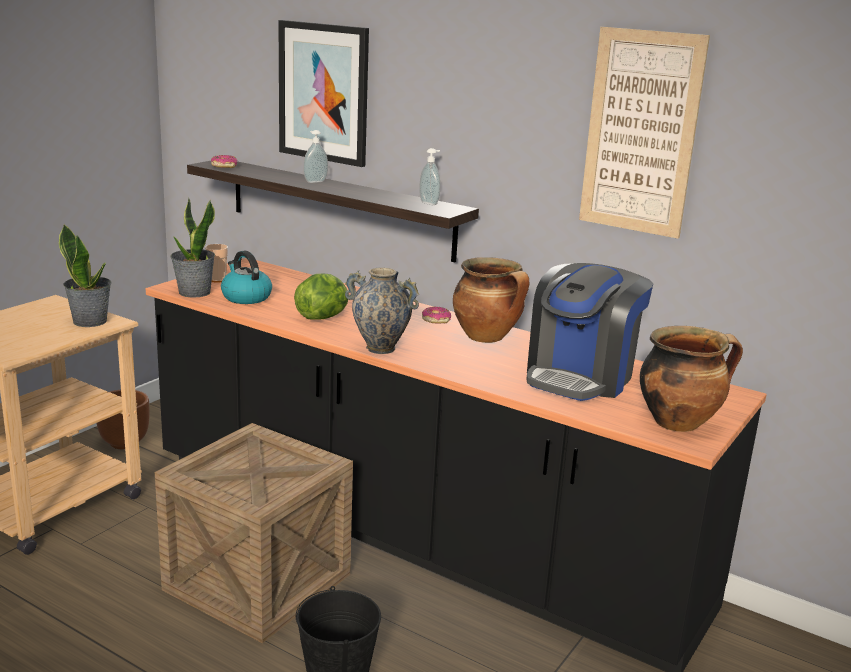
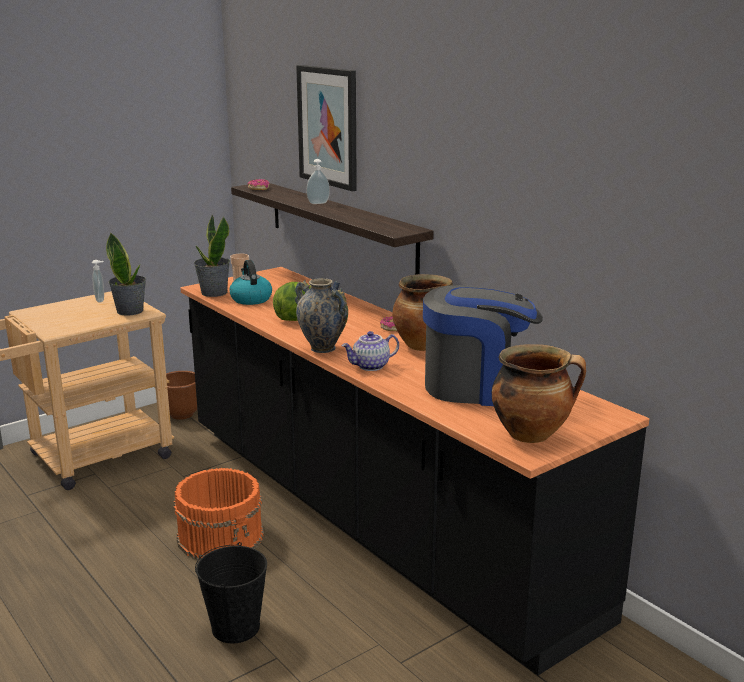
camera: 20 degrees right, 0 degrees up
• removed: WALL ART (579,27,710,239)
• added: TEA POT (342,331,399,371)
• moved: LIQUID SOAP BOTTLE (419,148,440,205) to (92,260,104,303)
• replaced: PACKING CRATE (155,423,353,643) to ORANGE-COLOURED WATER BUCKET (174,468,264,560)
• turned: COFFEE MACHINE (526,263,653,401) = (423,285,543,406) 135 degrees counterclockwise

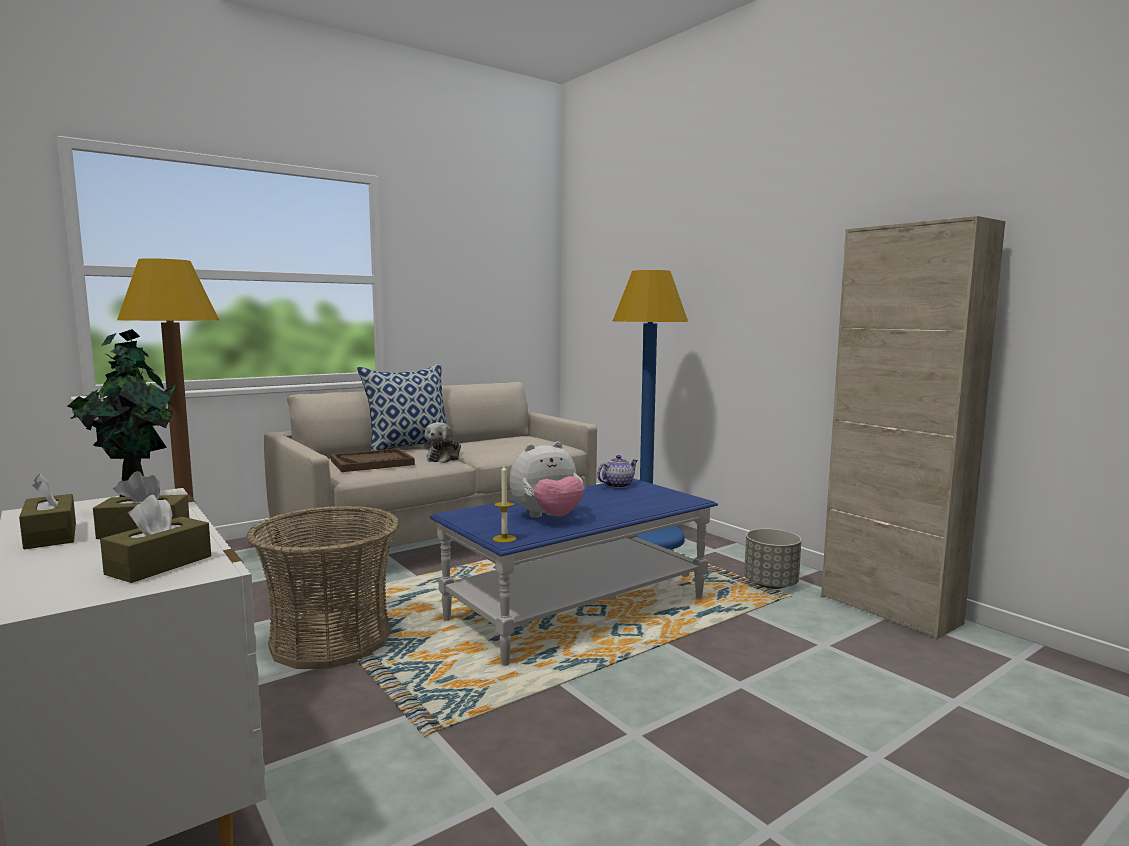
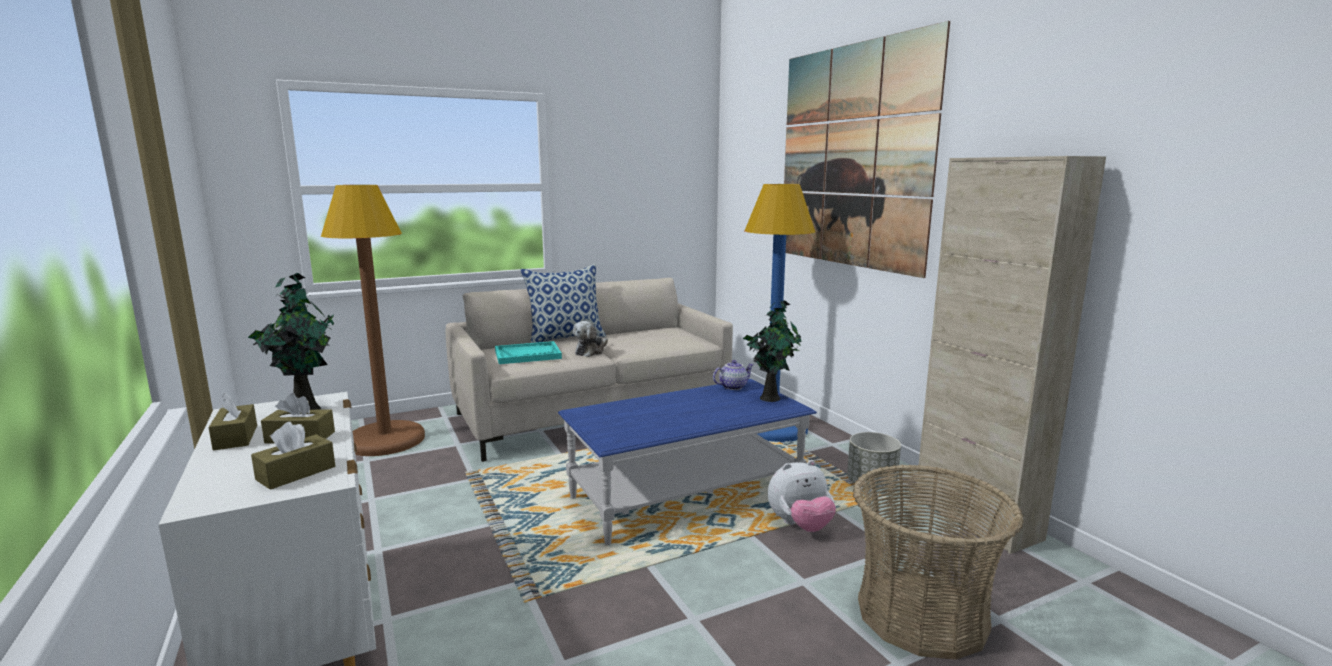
camera: 10 degrees right, 5 degrees up
• removed: CANDLE (493,465,516,543)
• added: POTTED PLANT (743,301,802,402)
• added: WALL ART (784,21,950,278)
• moved: BASKET (246,506,399,669) to (852,465,1024,660)
• moved: PLUSH TOY (510,442,585,518) to (768,460,836,532)
• recoloured: BROWN-COLOURED TRAY (331,448,415,472) to TURQUOISE-COLOURED TRAY (495,341,562,364)

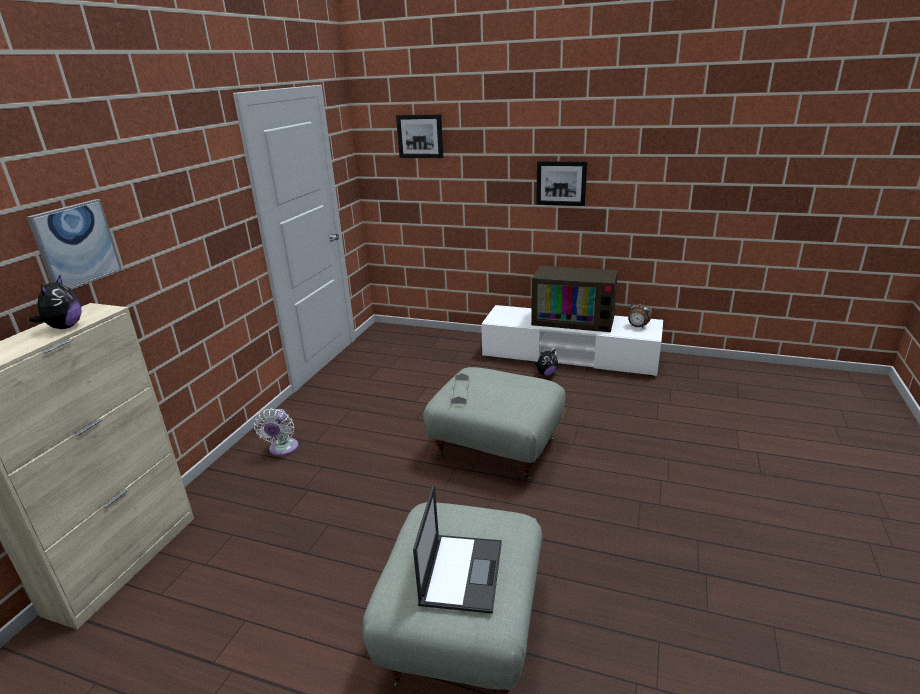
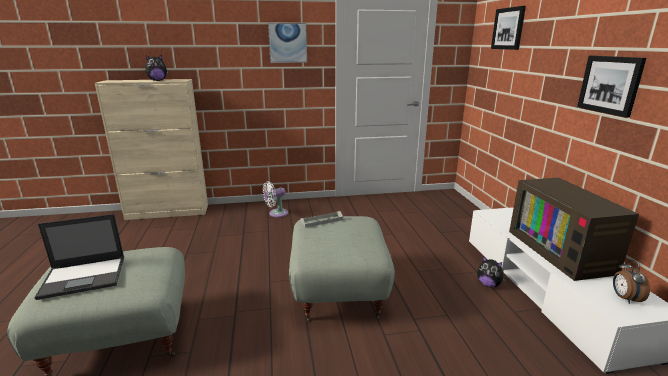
camera: 60 degrees right, 5 degrees down
• moved: WALL ART (27,199,122,289) to (268,23,307,63)

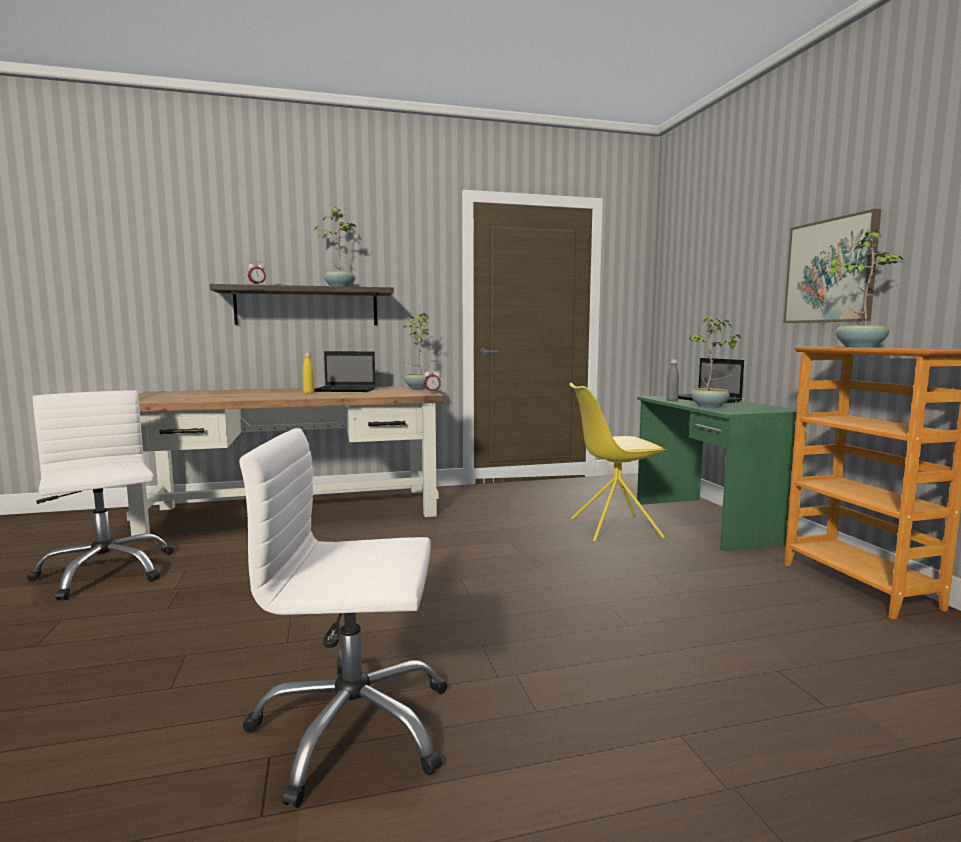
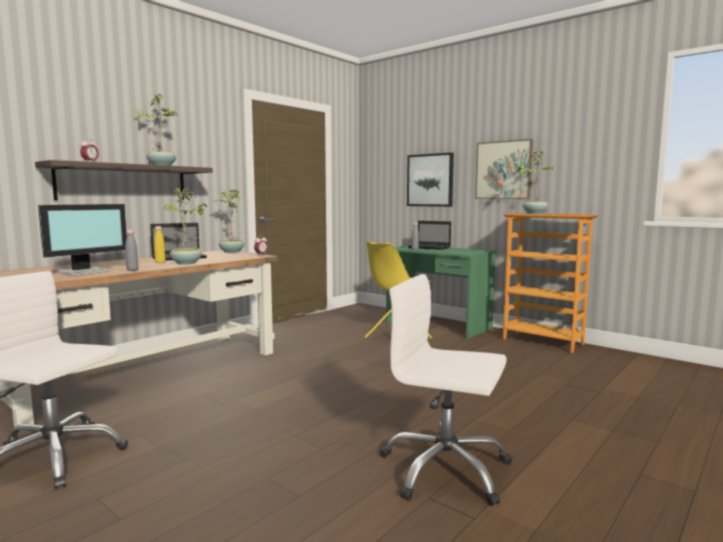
camera: 35 degrees left, 0 degrees up
• added: COMPUTER SCREEN (38,204,127,276)
• added: GREYISH BEVERAGE BOTTLE (125,229,138,271)
• added: WALL ART (407,152,454,207)
• moved: POTTED PLANT (689,316,741,408) to (164,188,207,265)
• turned: WHITE OFFICE CHAIR (239,428,447,808) = (380,274,512,506) 60 degrees clockwise

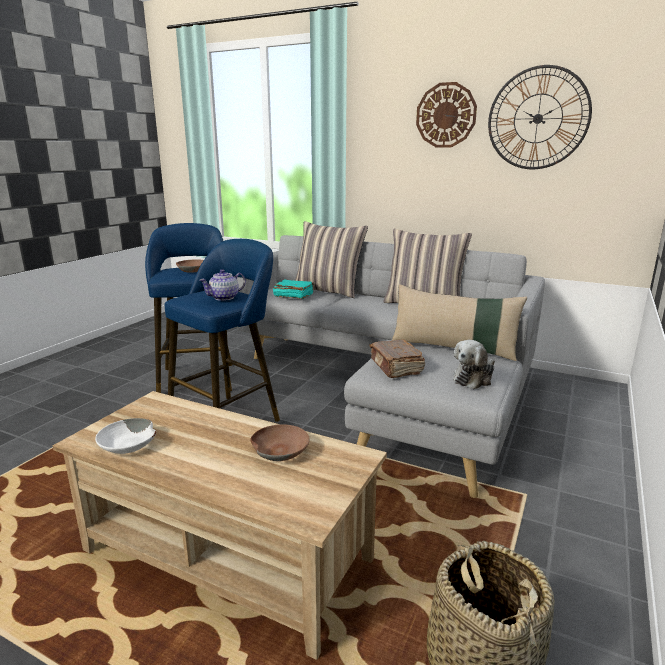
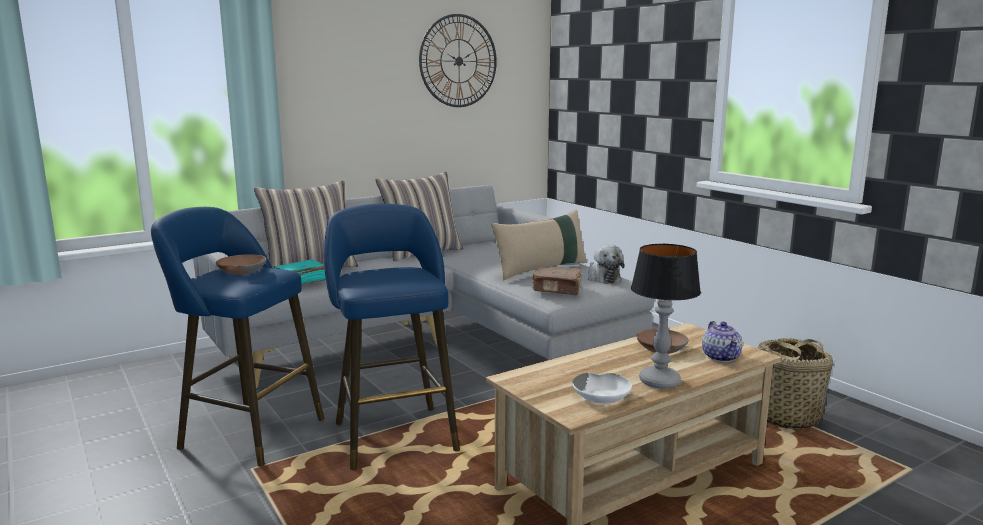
camera: 60 degrees left, 5 degrees down
• removed: WALL CLOCK (416,82,477,148)
• added: TABLE LAMP (631,244,701,389)
• moved: TEA POT (199,269,246,301) to (702,321,743,362)

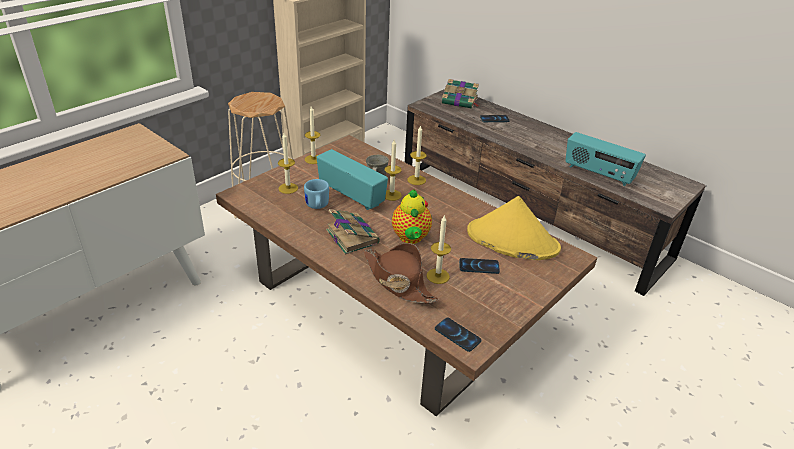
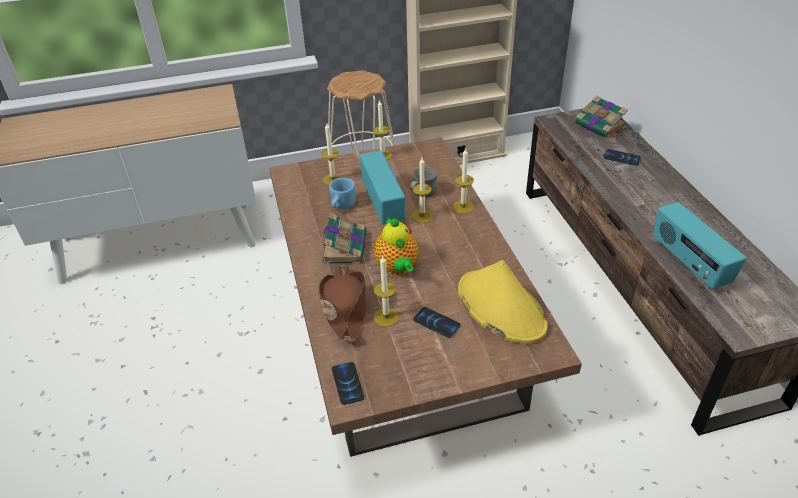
camera: 35 degrees right, 5 degrees up
• turned: TEA POT (392,189,432,244) = (374,218,418,275) 45 degrees counterclockwise

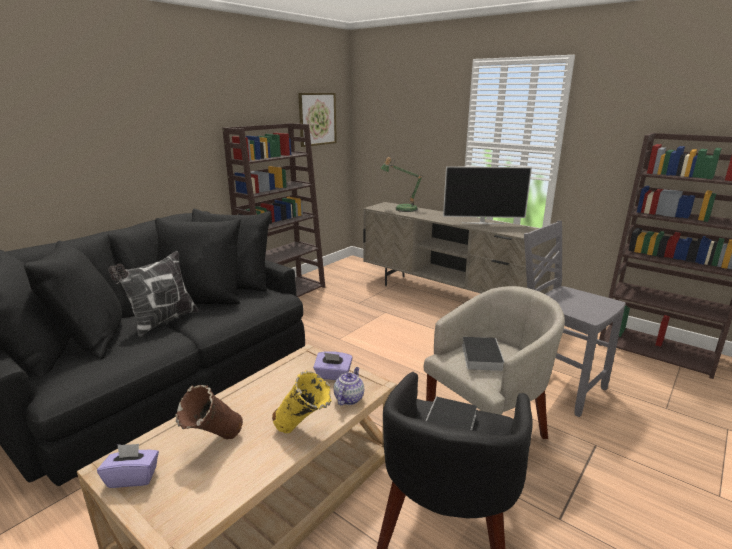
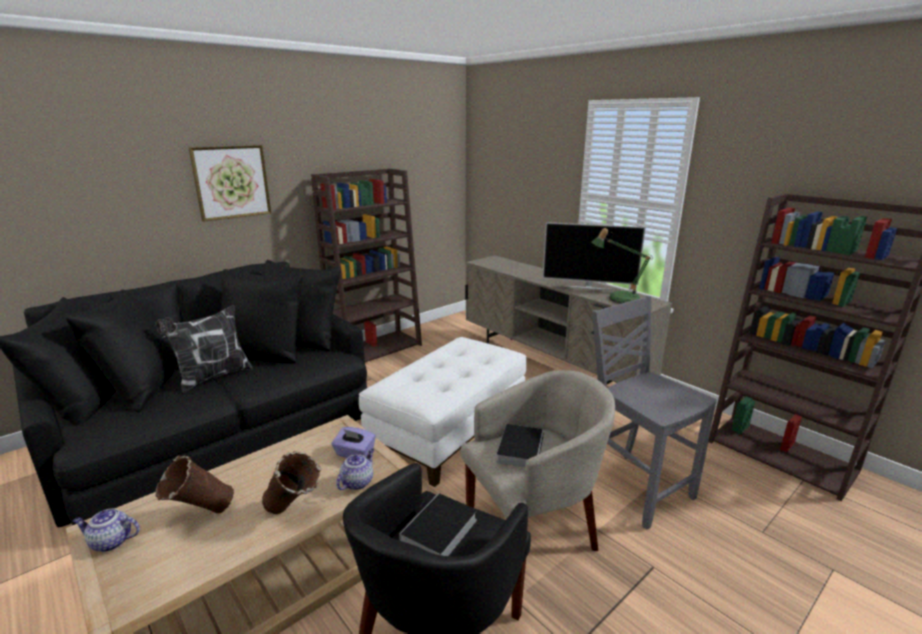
camera: 10 degrees right, 0 degrees up
• added: WHITE OTTOMAN (359,337,526,487)
• moved: WALL ART (298,93,337,147) to (189,145,271,222)
• moved: TABLE LAMP (380,157,424,212) to (592,228,653,304)
• replaced: PURPLE TISSUE HOLDER (97,444,159,488) to TEA POT (73,508,140,552)
• recoloured: YELLOW-COLOURED DECORATIVE VASE (272,370,332,433) to BROWN-COLOURED DECORATIVE VASE (262,451,321,514)

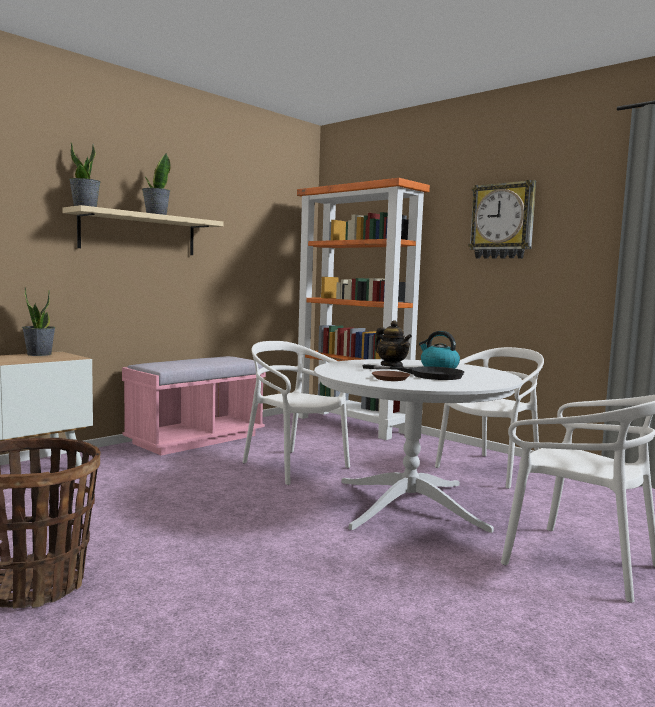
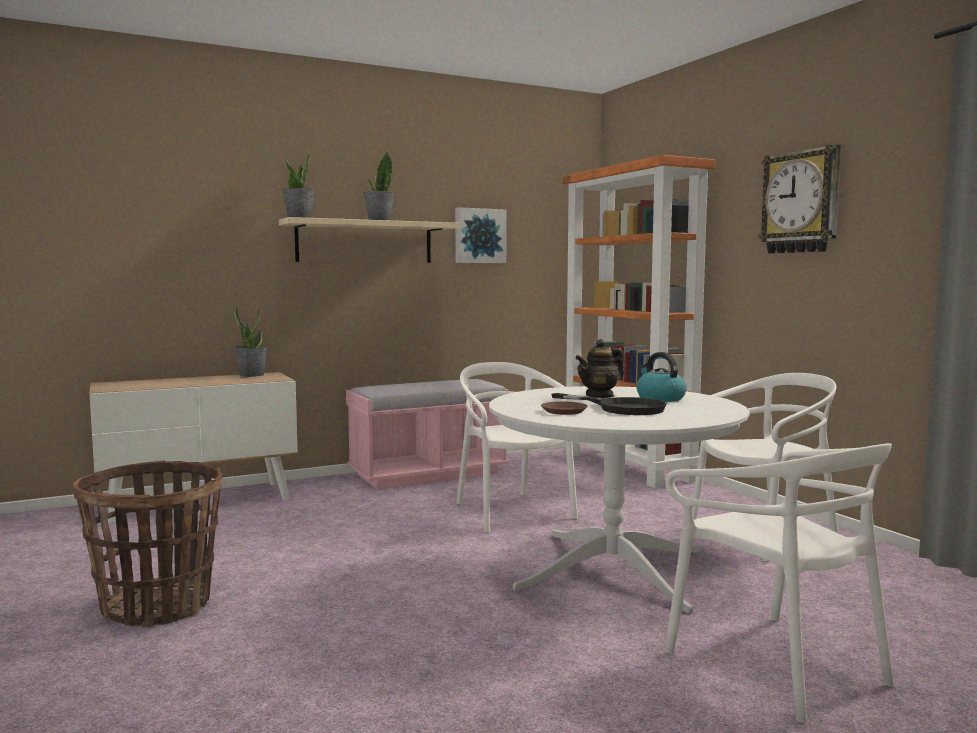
camera: 20 degrees right, 0 degrees up
• added: WALL ART (455,207,506,263)
• turned: TEA POT (375,320,412,367) = (576,339,624,398) 75 degrees clockwise

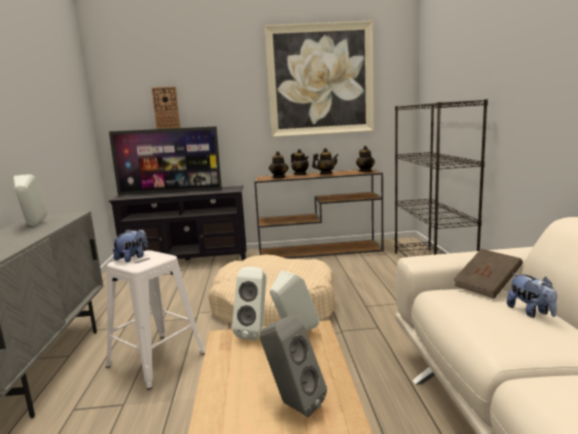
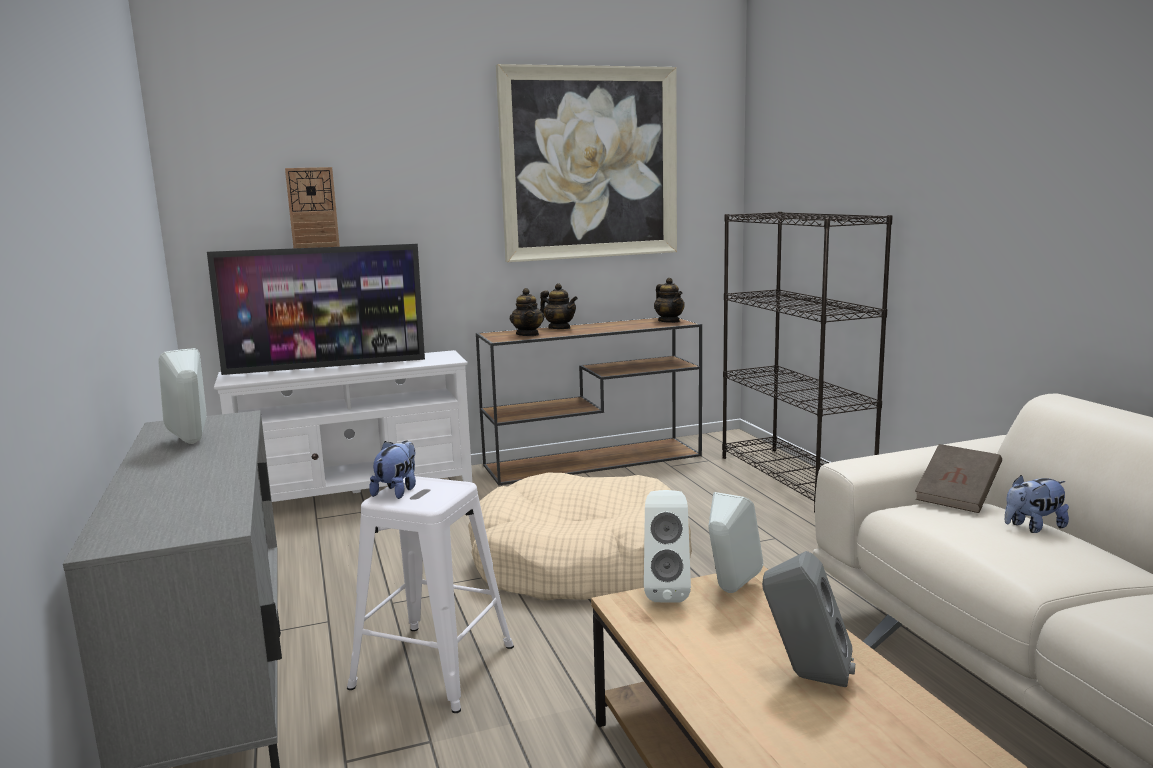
camera: 15 degrees left, 0 degrees up
• removed: TEA POT (312,148,338,174)
• recoloured: BLACKISH MEDIA CONSOLE (109,186,246,261) to WHITE MEDIA CONSOLE (214,350,472,502)
• turned: PLUSH TOY (507,274,557,318) = (1005,475,1069,533) 105 degrees clockwise

